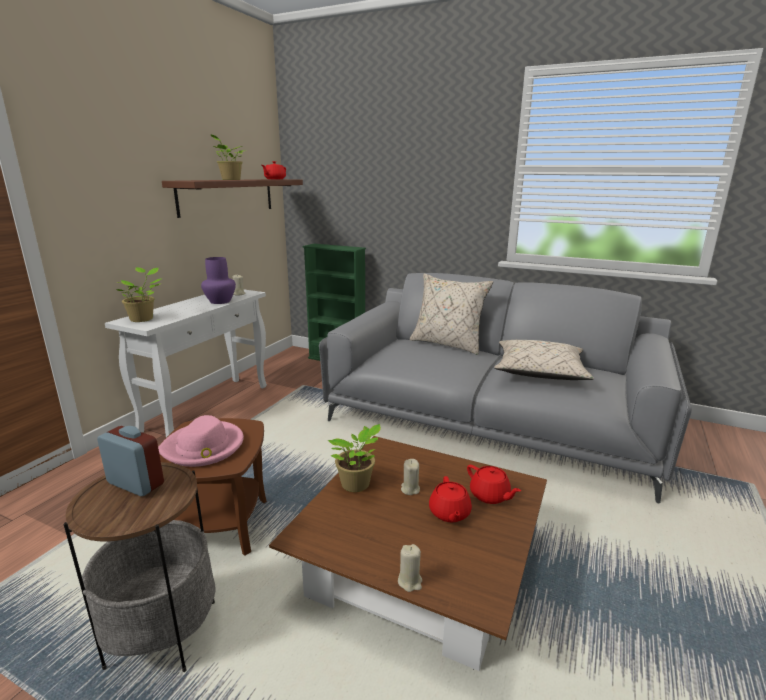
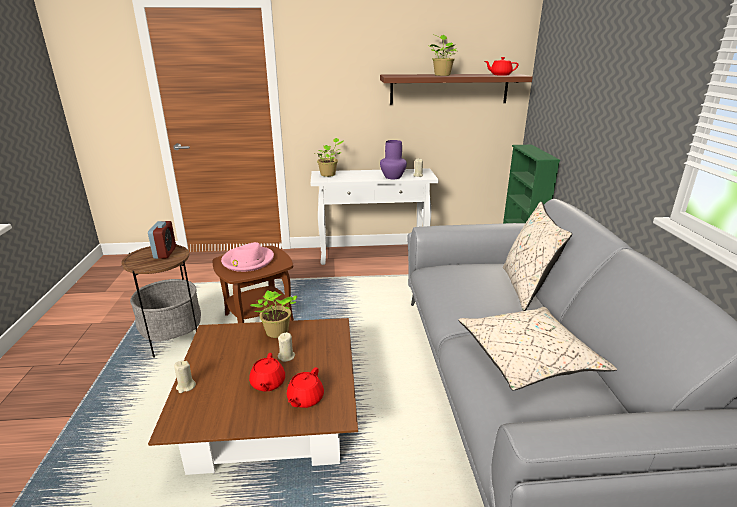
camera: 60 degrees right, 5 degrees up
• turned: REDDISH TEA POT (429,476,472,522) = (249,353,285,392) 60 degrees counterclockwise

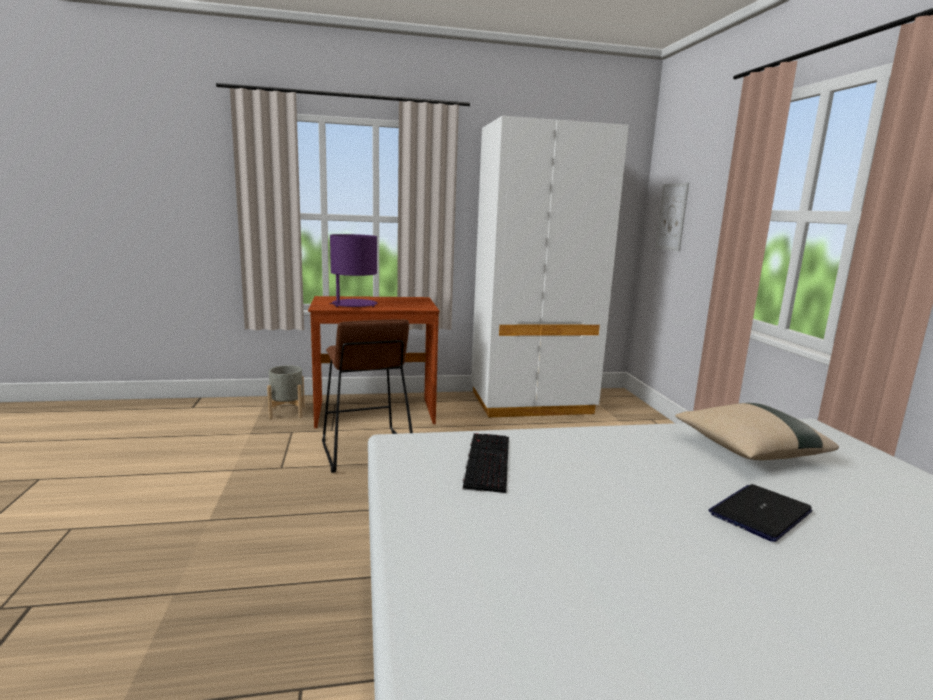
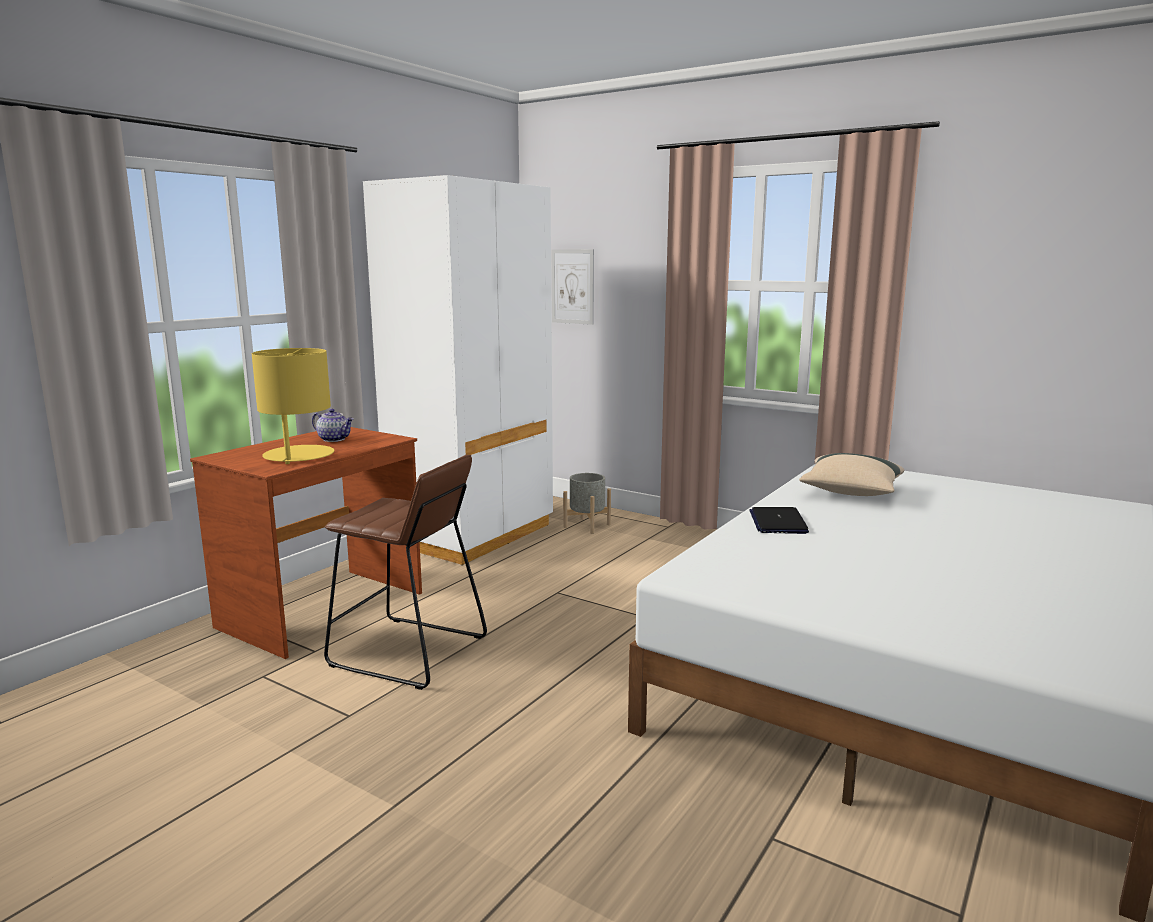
camera: 45 degrees left, 0 degrees up
• removed: PC KEYBOARD (463,433,509,493)
• added: TEA POT (312,409,353,442)
• moved: GREYISH PLANT POT (267,365,305,419) to (563,473,611,534)
• moved: LAPTOP (709,484,812,542) to (750,507,809,534)
• recoloured: PURPLE TABLE LAMP (329,234,377,307) to YELLOW-COLOURED TABLE LAMP (252,348,334,464)

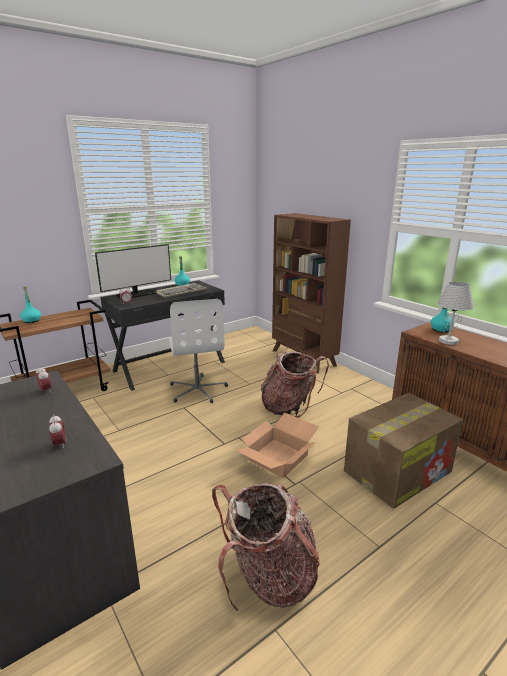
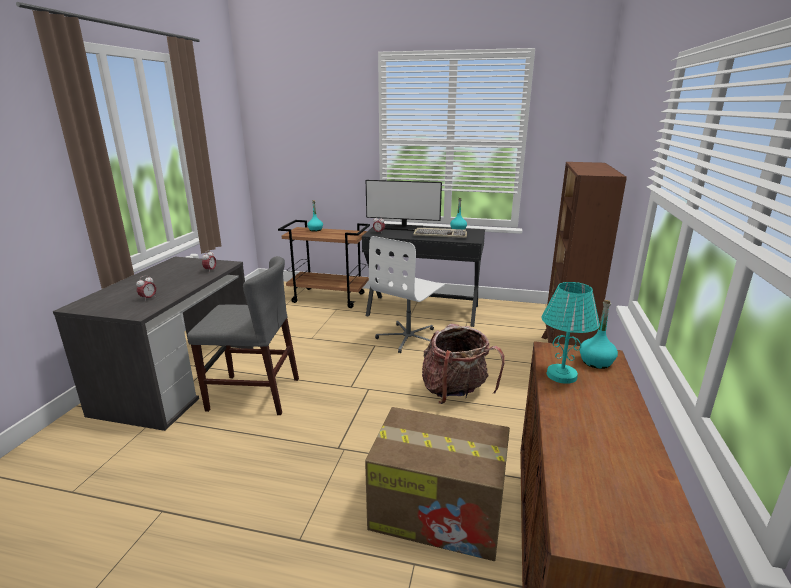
camera: 50 degrees right, 0 degrees up
• removed: KNAPSACK (212,483,320,612)
• removed: CARDBOARD BOX (235,412,319,478)
• added: GREYISH PLAIN CHAIR (187,256,299,415)
• recoloured: WHITE TABLE LAMP (437,281,474,345) to TURQUOISE-COLOURED TABLE LAMP (541,282,600,384)

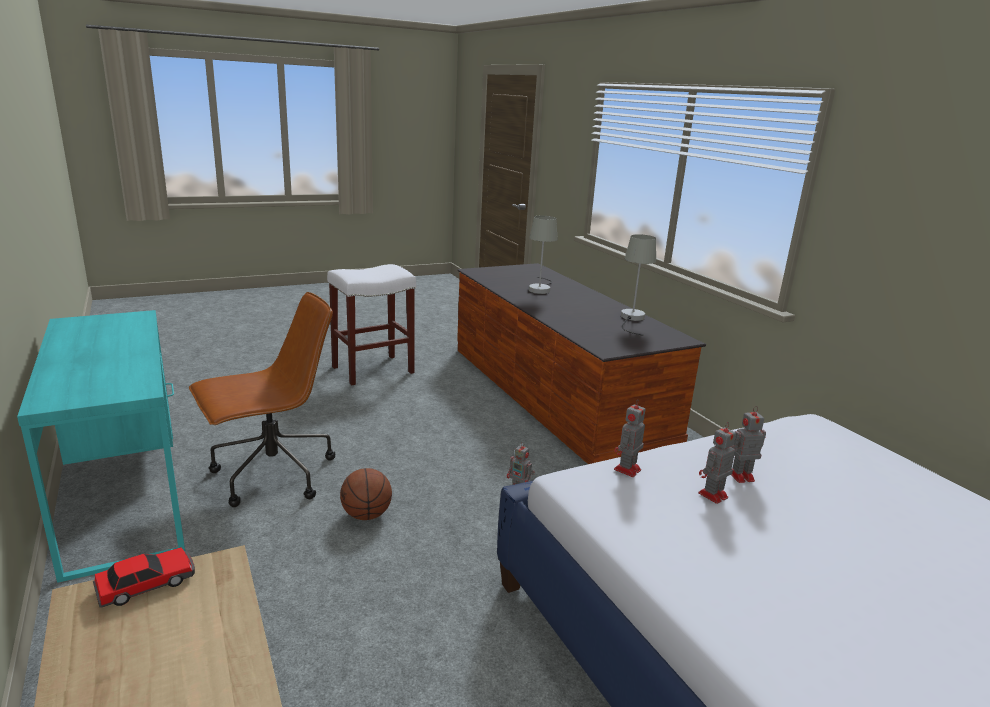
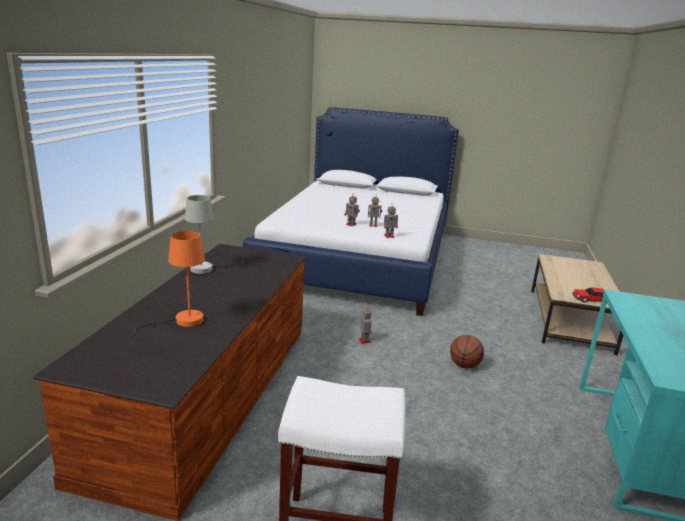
camera: 140 degrees left, 0 degrees up
• removed: BROWN-COLOURED OFFICE CHAIR (189,292,335,507)
• recoloured: GREYISH TABLE LAMP (529,216,558,294) to ORANGE-COLOURED TABLE LAMP (131,231,205,342)

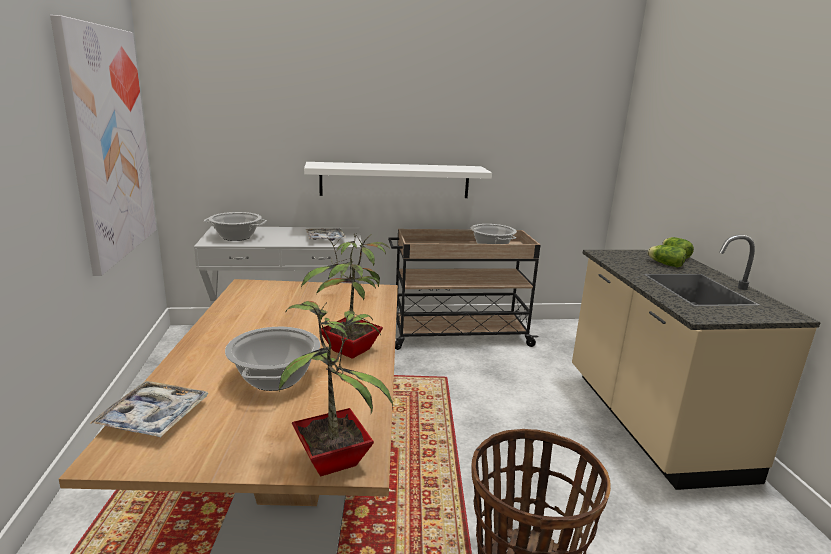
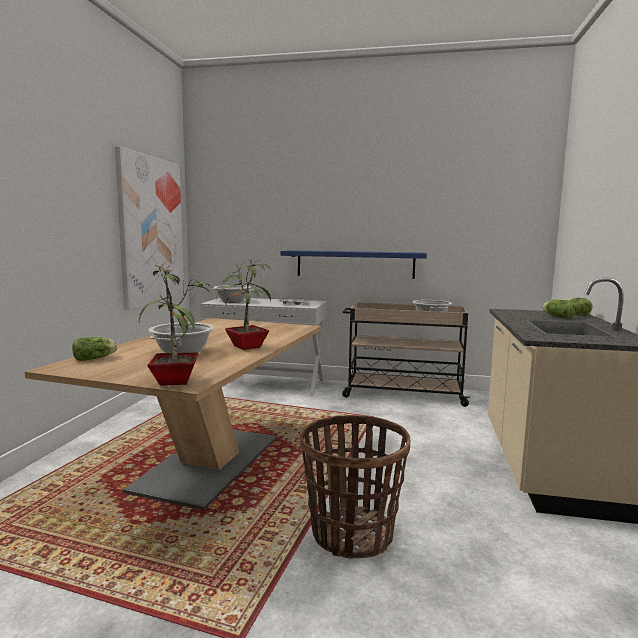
camera: 20 degrees right, 10 degrees down
• replaced: TRAY (89,381,208,437) to LETTUCE HEAD (72,337,117,361)
• recoloured: WHITE BRACKET SHELF (304,162,492,198) to BLUE-COLOURED BRACKET SHELF (280,250,427,279)

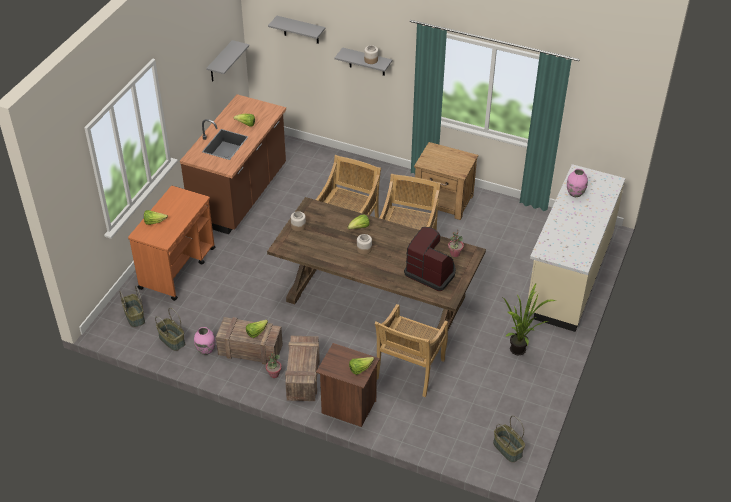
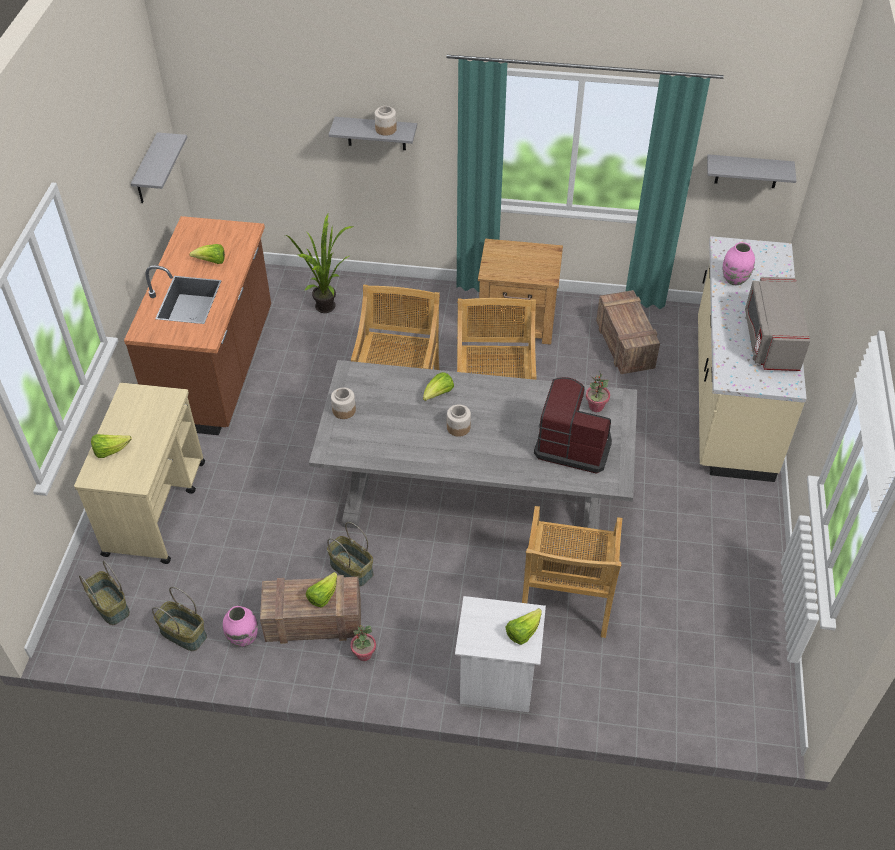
camera: 15 degrees left, 5 degrees up
• added: GREYISH KITCHEN MICROWAVE (745,277,810,371)
• moved: GREYISH BRACKET SHELF (268,16,325,44) to (707,154,797,188)
• moved: PACKING CRATE (285,336,320,401) to (596,290,660,374)
• moved: BASKET (493,416,525,463) to (327,522,374,587)
• moved: POTTED PLANT (503,284,556,355) to (285,214,355,313)
• recoloured: ORANGE-COLOURED CART (128,186,215,301) to BEIGE CART (74,383,205,564)
• recoloured: BROWN-COLOURED DINING TABLE (267,197,486,330) to GREYISH DINING TABLE (309,360,637,554)
• recoloured: BROWN-COLOURED NIGHT TABLE (316,343,380,427) to WHITE NIGHT TABLE (455,596,546,712)

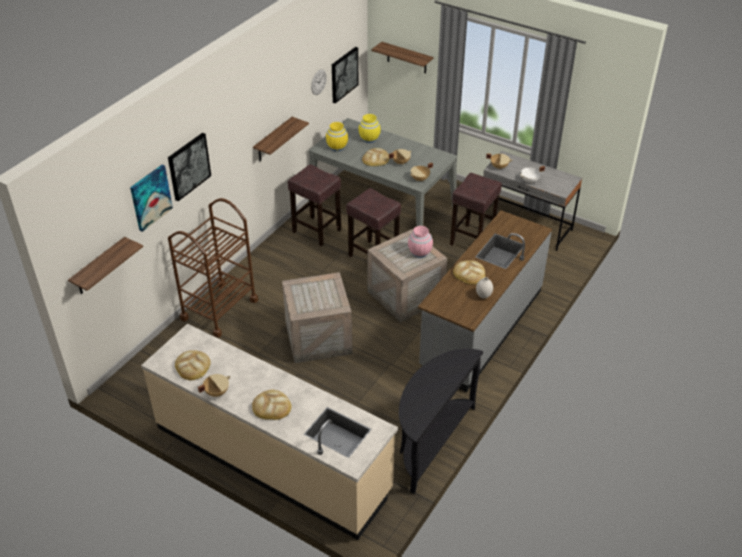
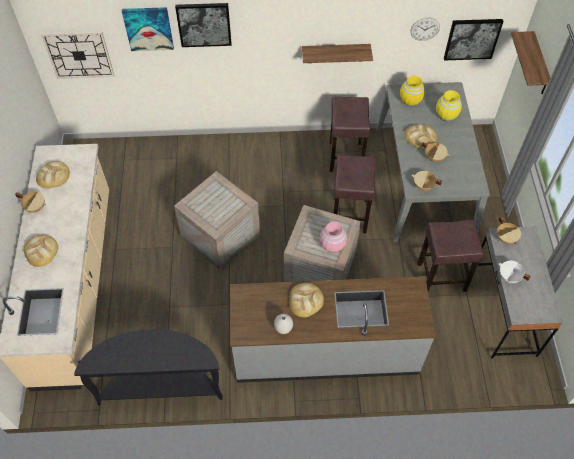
camera: 55 degrees right, 15 degrees up
• removed: BROWN-COLOURED CART (168,198,258,338)
• replaced: BRACKET SHELF (68,237,143,294) to WALL CLOCK (41,31,114,79)

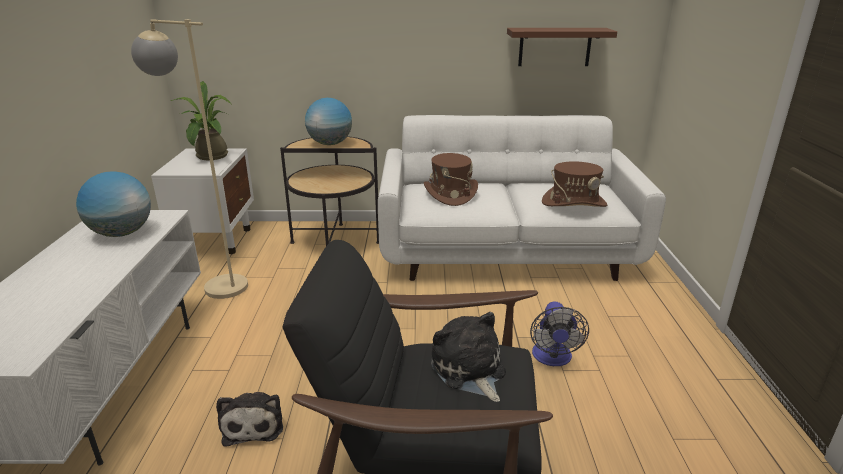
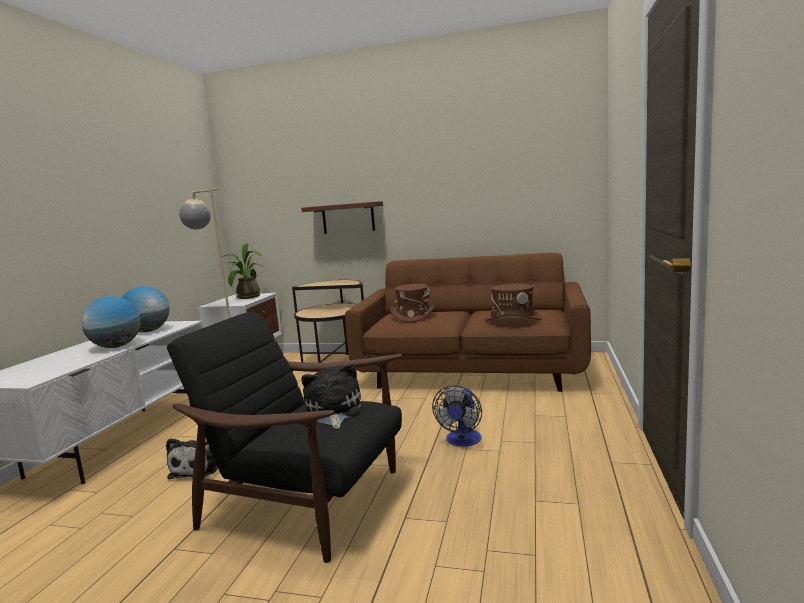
camera: 15 degrees right, 15 degrees down
• moved: GLOBE (305,98,352,145) to (81,296,141,348)
• moved: BROWN-COLOURED BRACKET SHELF (507,28,617,66) to (301,201,383,234)
• recoloured: WHITE SETTEE (378,115,666,281) to BROWN-COLOURED SETTEE (345,253,591,392)

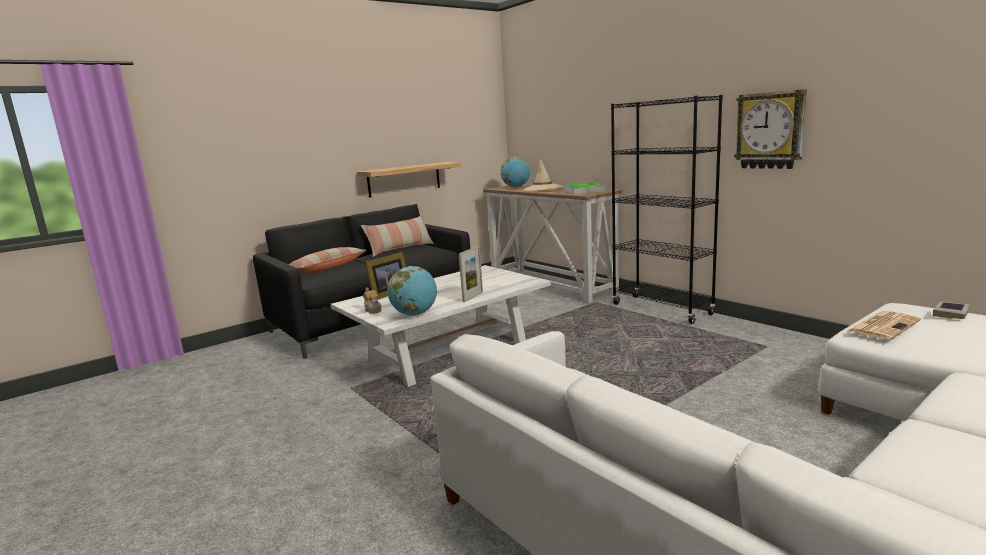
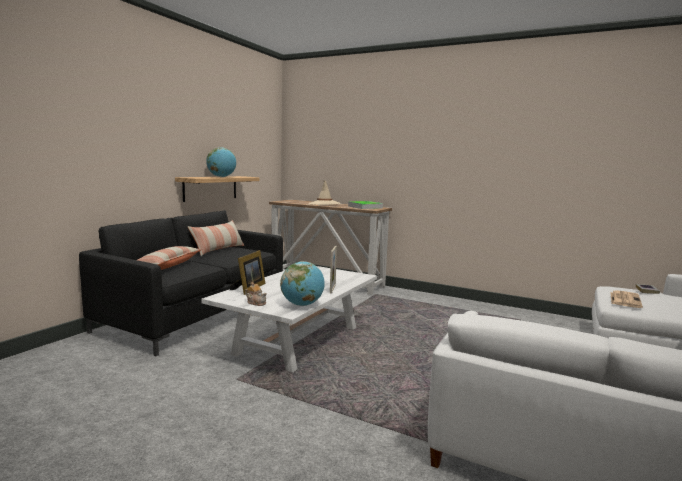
camera: 25 degrees left, 5 degrees down
• removed: BLACKISH BOOKCASE (611,95,723,324)
• removed: WALL CLOCK (734,89,807,169)
• moved: GLOBE (500,157,530,187) to (206,147,236,177)

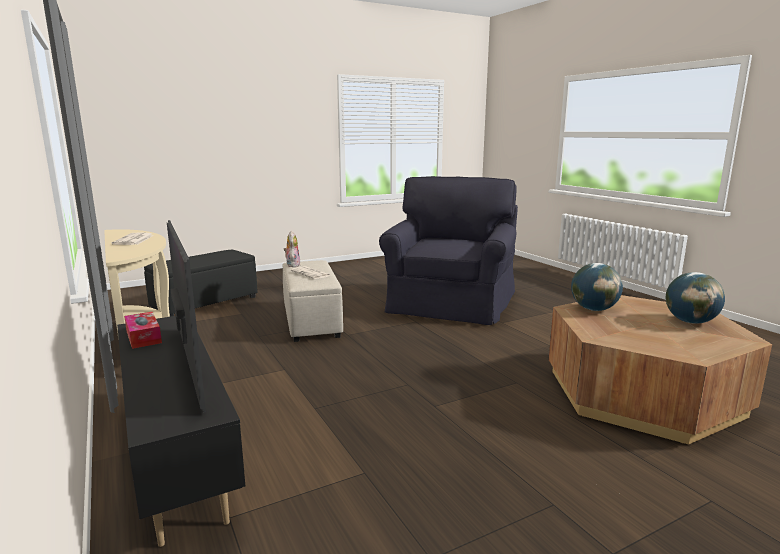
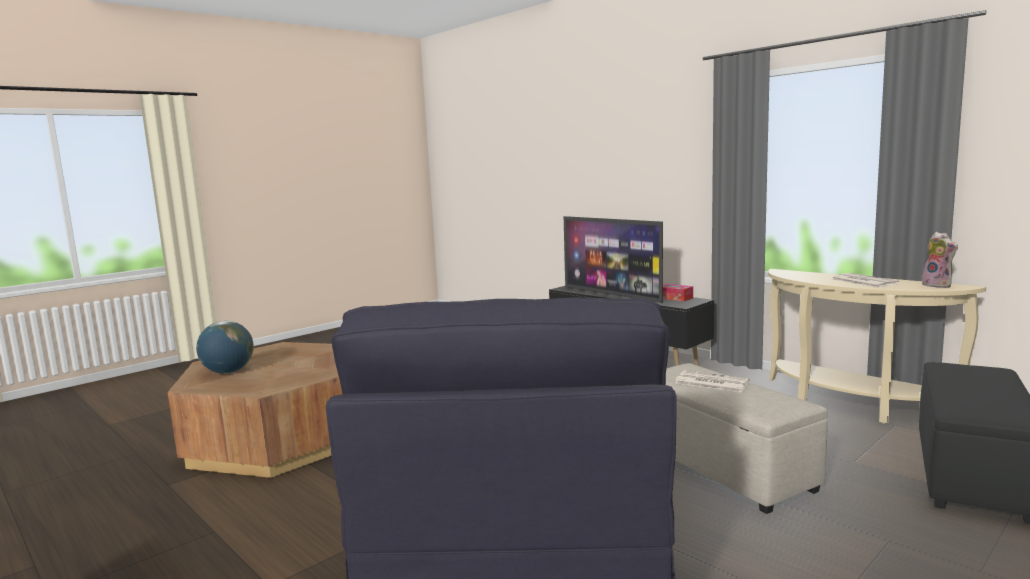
camera: 165 degrees right, 5 degrees down
• removed: GLOBE (571,263,623,311)
• moved: PLUSH TOY (284,231,300,267) to (918,232,958,288)

